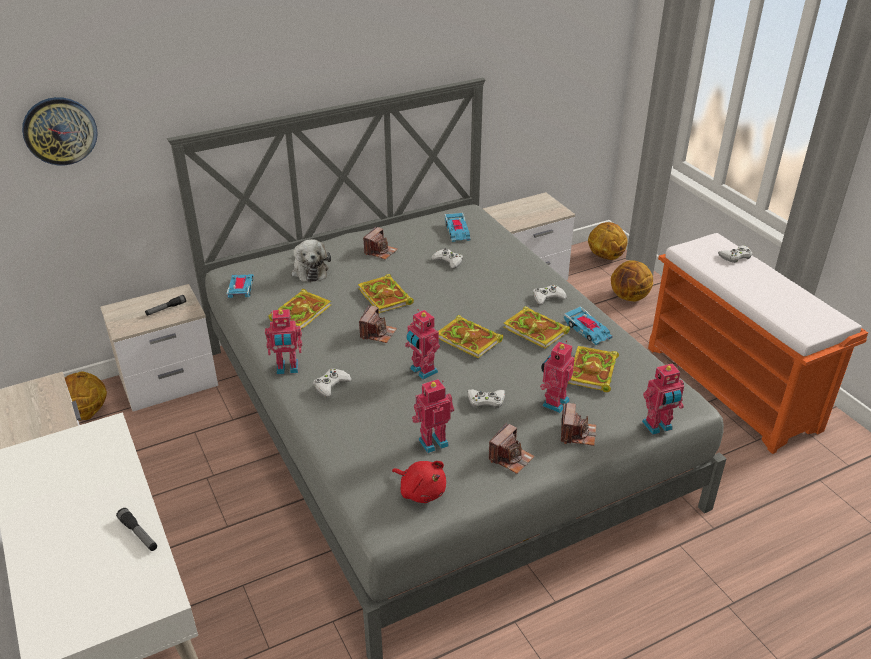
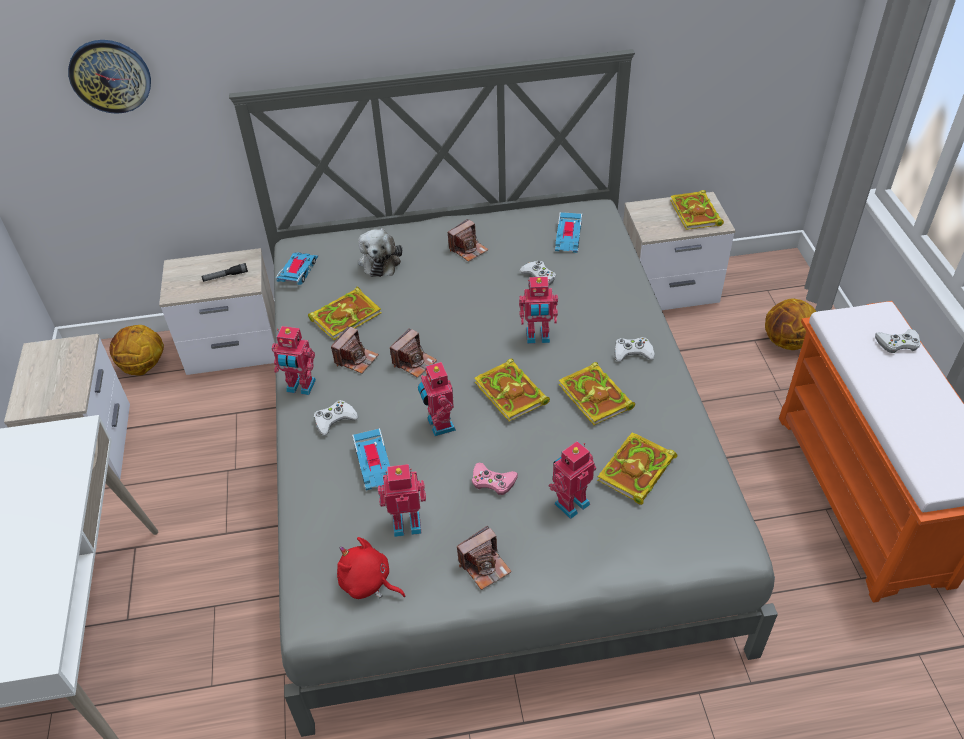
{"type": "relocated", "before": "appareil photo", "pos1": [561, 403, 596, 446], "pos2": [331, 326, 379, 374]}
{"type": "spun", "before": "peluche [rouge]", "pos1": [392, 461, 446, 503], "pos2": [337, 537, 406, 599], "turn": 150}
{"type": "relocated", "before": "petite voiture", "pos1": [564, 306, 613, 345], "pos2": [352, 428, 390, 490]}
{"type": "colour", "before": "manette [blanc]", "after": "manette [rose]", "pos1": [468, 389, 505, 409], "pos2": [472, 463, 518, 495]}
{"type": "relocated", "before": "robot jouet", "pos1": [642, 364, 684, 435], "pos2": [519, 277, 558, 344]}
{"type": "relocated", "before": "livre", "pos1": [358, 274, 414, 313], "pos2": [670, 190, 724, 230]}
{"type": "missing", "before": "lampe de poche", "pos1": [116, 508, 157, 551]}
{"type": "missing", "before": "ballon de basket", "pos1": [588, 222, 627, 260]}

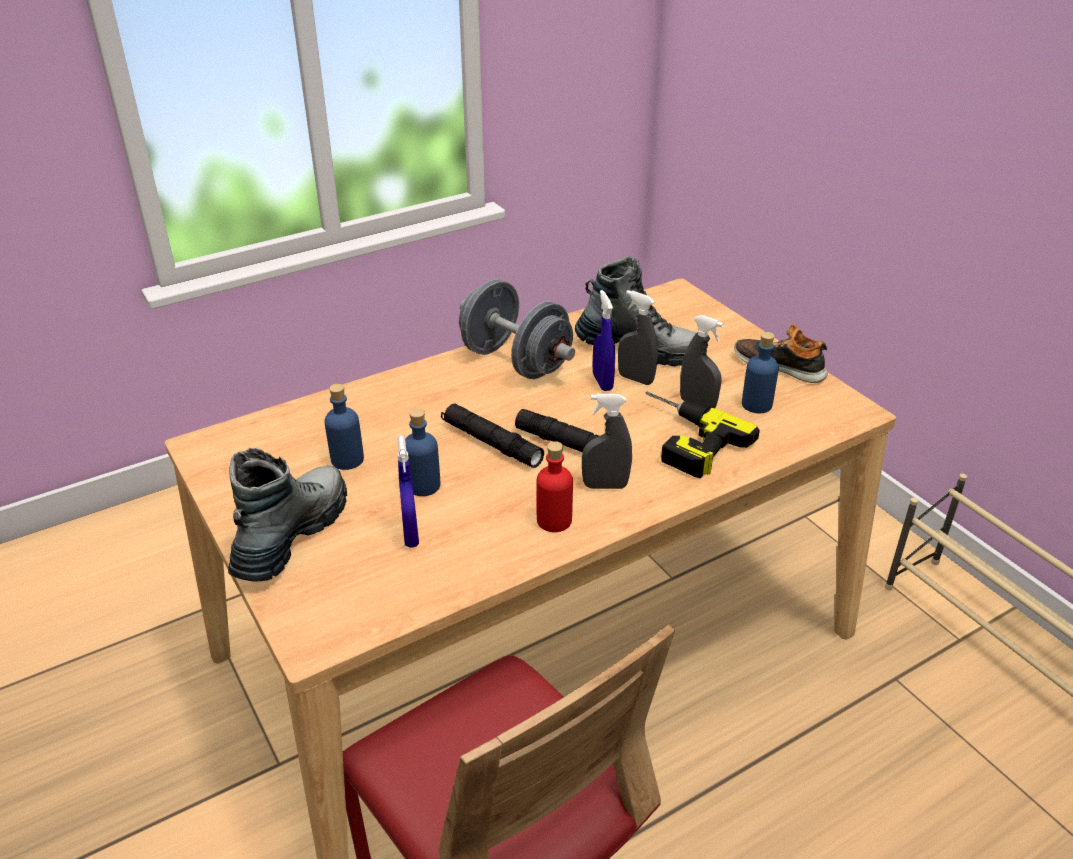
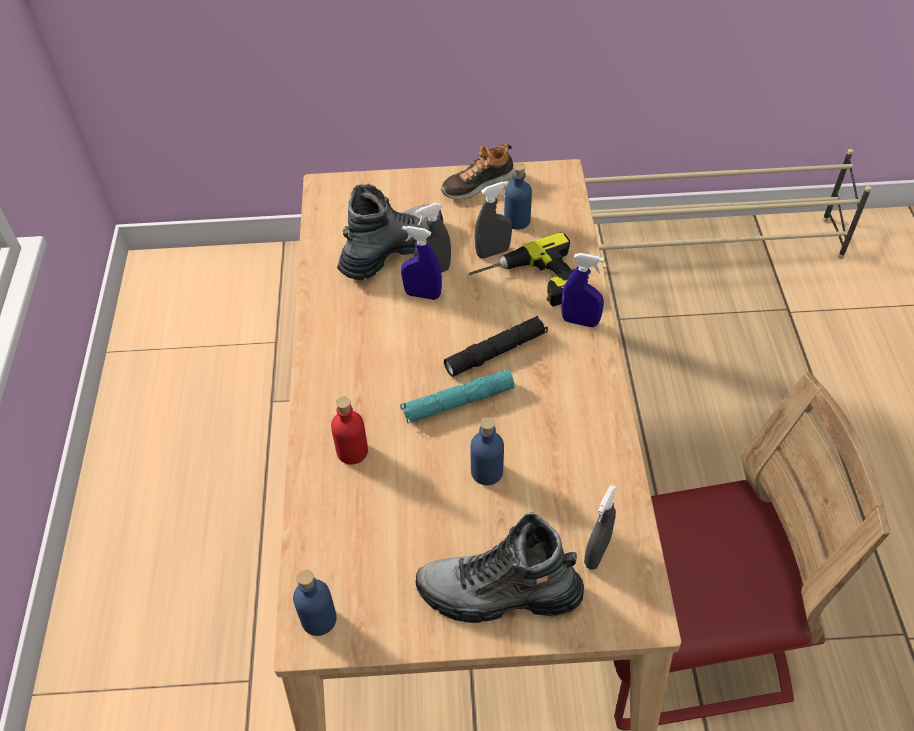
{"type": "relocated", "before": "bouteille [bleu]", "pos1": [325, 384, 364, 470], "pos2": [293, 570, 337, 636]}
{"type": "relocated", "before": "bouteille [rouge]", "pos1": [536, 441, 573, 532], "pos2": [331, 397, 368, 465]}
{"type": "colour", "before": "lampe de poche [noir]", "after": "lampe de poche [turquoise]", "pos1": [441, 403, 544, 468], "pos2": [400, 370, 515, 423]}
{"type": "spun", "before": "botte", "pos1": [228, 448, 347, 581], "pos2": [415, 512, 584, 623], "turn": -45}
{"type": "relocated", "before": "vaporisateur [bleu]", "pos1": [397, 436, 419, 547], "pos2": [561, 253, 605, 327]}
{"type": "relocated", "before": "vaporisateur [gris]", "pos1": [582, 394, 632, 489], "pos2": [584, 485, 617, 570]}
{"type": "missing", "before": "haltère [gris]", "pos1": [459, 279, 575, 379]}

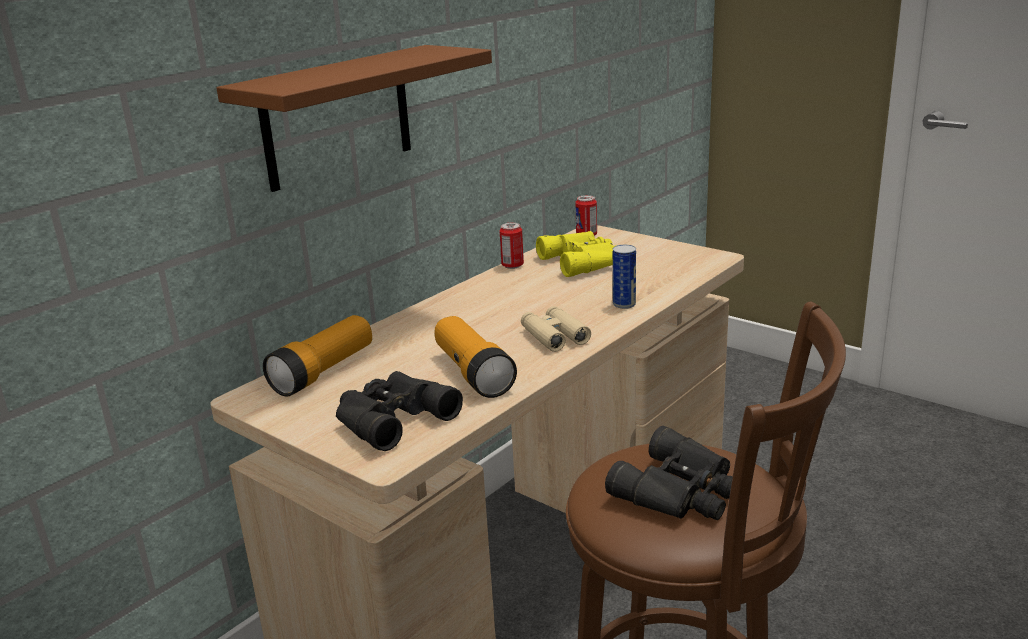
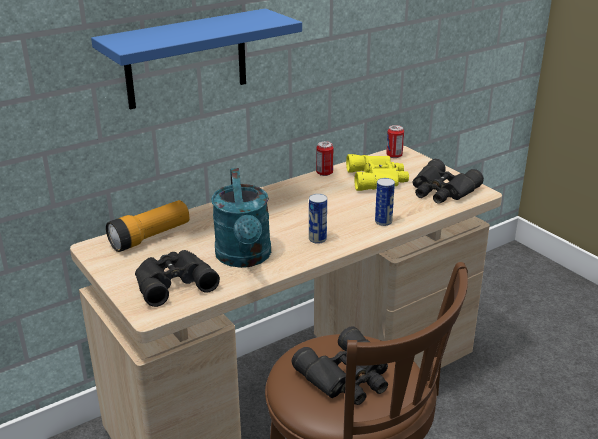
{"type": "colour", "before": "étagère [marron]", "after": "étagère [bleu]", "pos1": [217, 45, 492, 192], "pos2": [91, 8, 302, 109]}
{"type": "exchanged", "before": "lampe de poche", "after": "arrosoir [turquoise]", "pos1": [435, 316, 517, 398], "pos2": [211, 168, 271, 268]}
{"type": "exchanged", "before": "jumelles [beige]", "after": "boîte métallique", "pos1": [521, 306, 591, 352], "pos2": [309, 194, 327, 244]}
{"type": "appeared", "after": "jumelles [noir]", "pos2": [412, 159, 484, 204]}

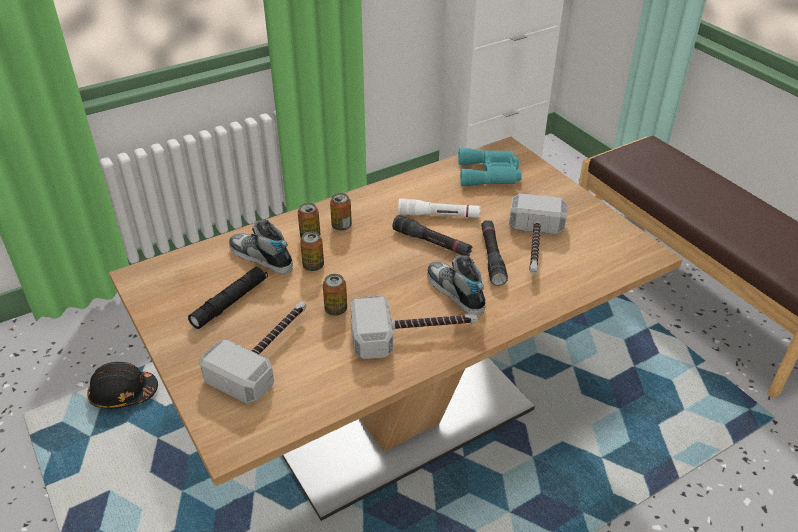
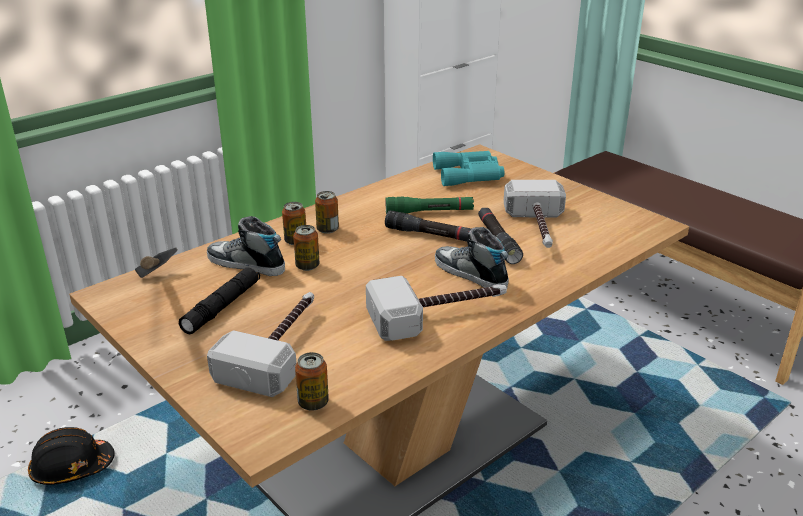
{"type": "appeared", "after": "marteau", "pos2": [135, 247, 178, 278]}
{"type": "relocated", "before": "boîte métallique", "pos1": [323, 274, 347, 316], "pos2": [295, 352, 329, 410]}
{"type": "colour", "before": "lampe de poche [blanc]", "after": "lampe de poche [vert]", "pos1": [398, 199, 481, 218], "pos2": [386, 197, 474, 214]}

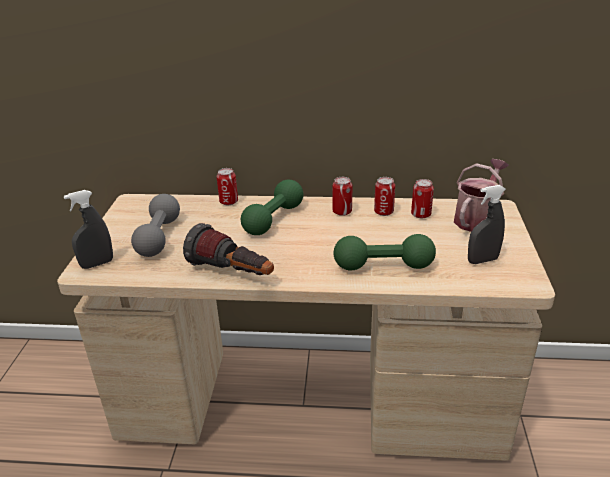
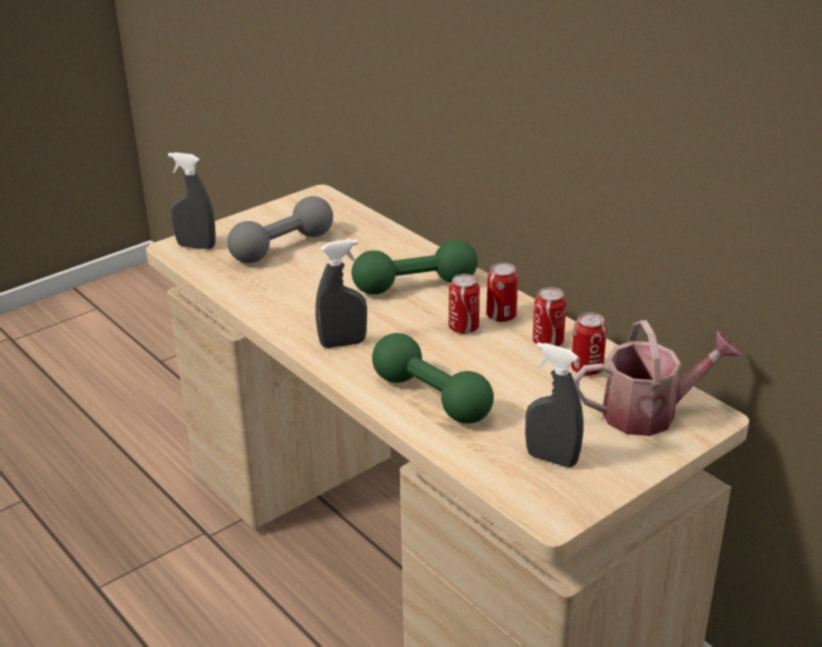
{"type": "appeared", "after": "vaporisateur [gris]", "pos2": [315, 239, 367, 348]}
{"type": "relocated", "before": "boîte métallique", "pos1": [217, 168, 238, 205], "pos2": [449, 274, 480, 334]}
{"type": "missing", "before": "lampe de poche", "pos1": [183, 223, 274, 275]}

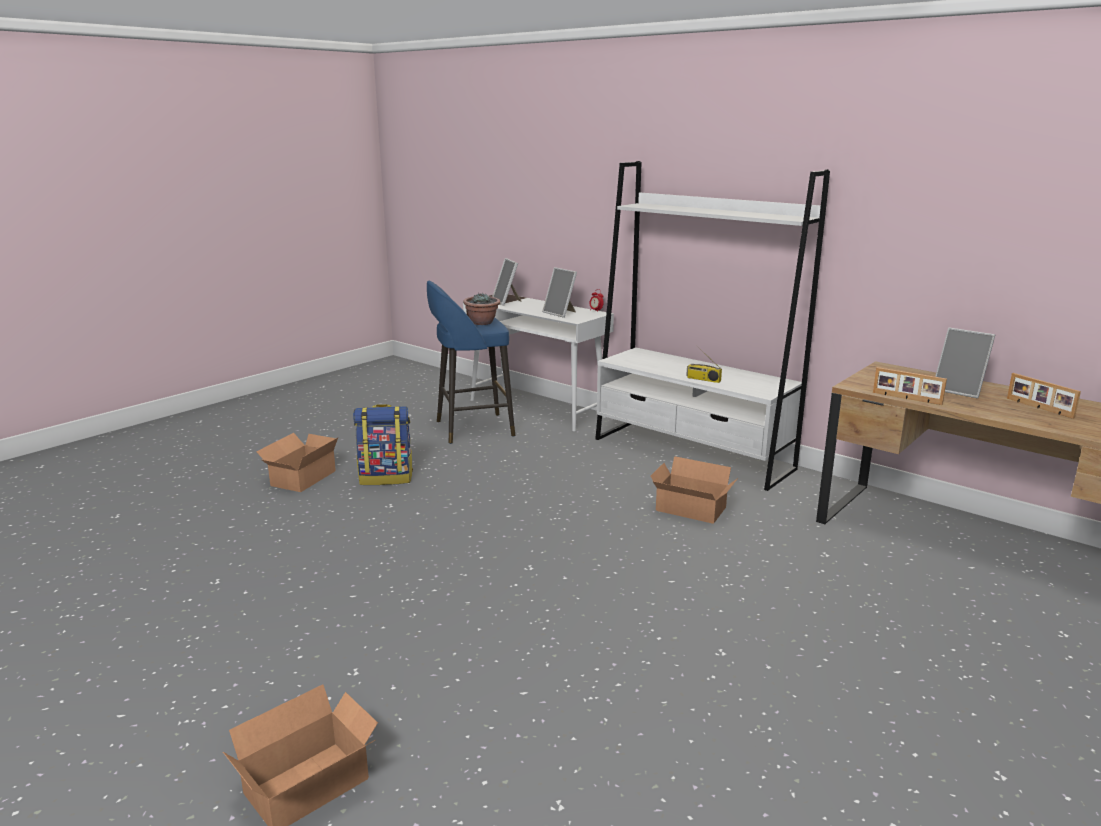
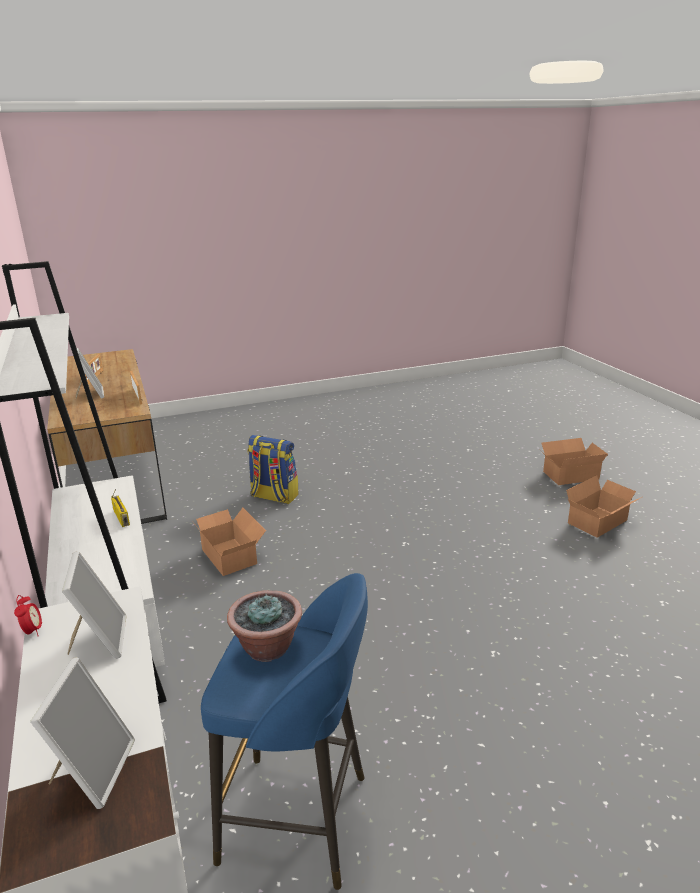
{"type": "relocated", "before": "sac à dos", "pos1": [353, 404, 413, 485], "pos2": [247, 435, 298, 504]}
{"type": "relocated", "before": "carton", "pos1": [256, 433, 338, 492], "pos2": [566, 475, 642, 538]}

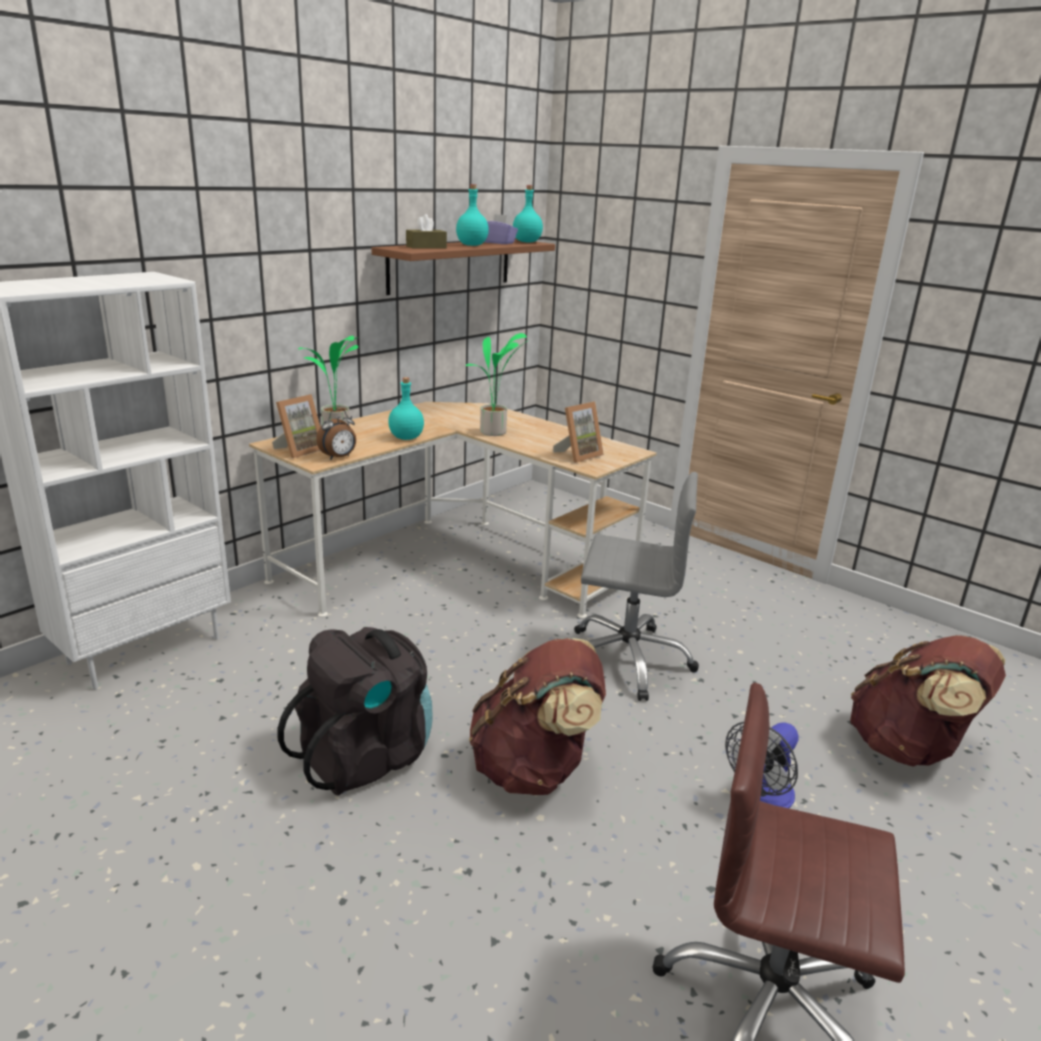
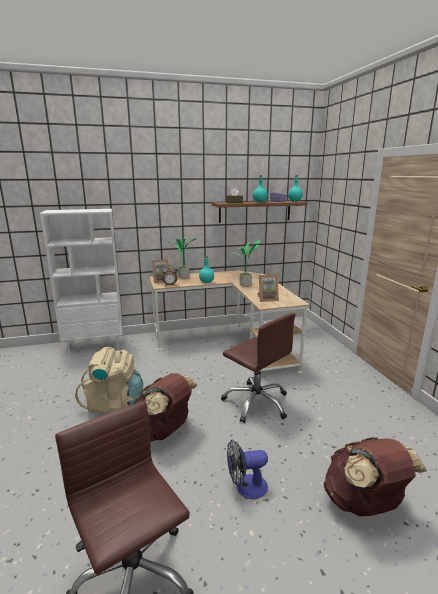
{"type": "colour", "before": "sac à dos [noir]", "after": "sac à dos [beige]", "pos1": [278, 627, 432, 795], "pos2": [75, 347, 143, 412]}
{"type": "colour", "before": "chaise de bureau [gris]", "after": "chaise de bureau [marron]", "pos1": [574, 472, 699, 701], "pos2": [221, 313, 295, 423]}

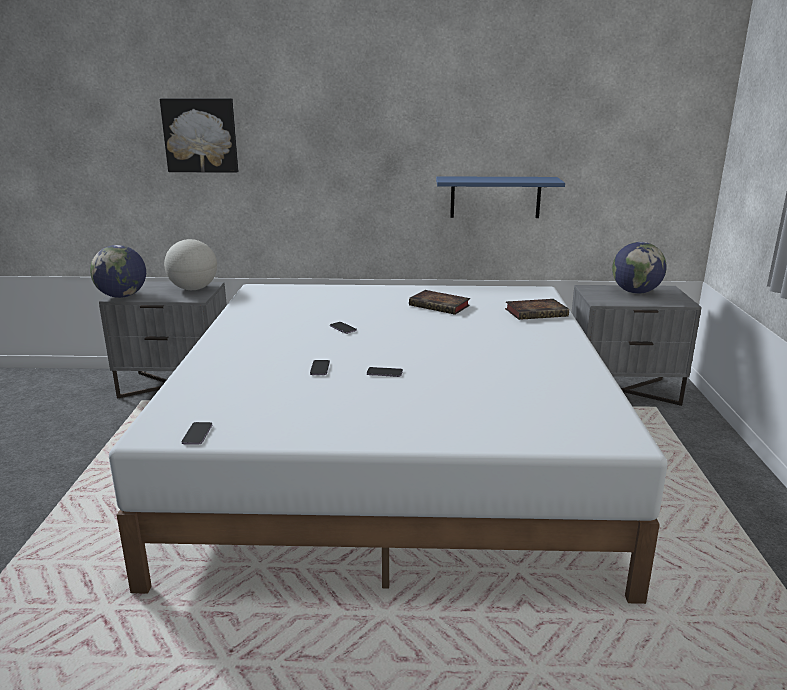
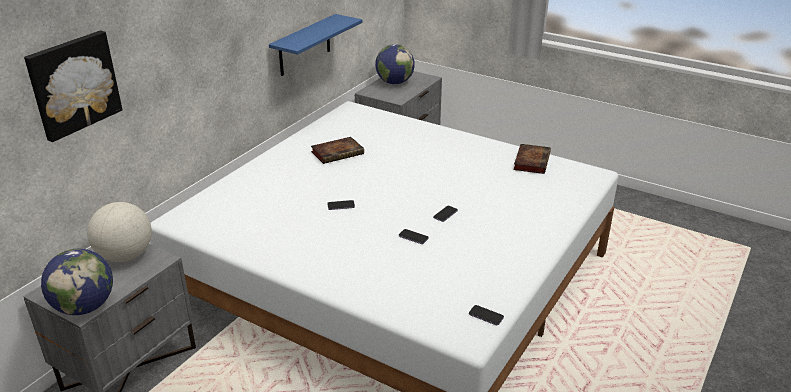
{"type": "relocated", "before": "livre", "pos1": [505, 299, 569, 320], "pos2": [513, 144, 551, 174]}

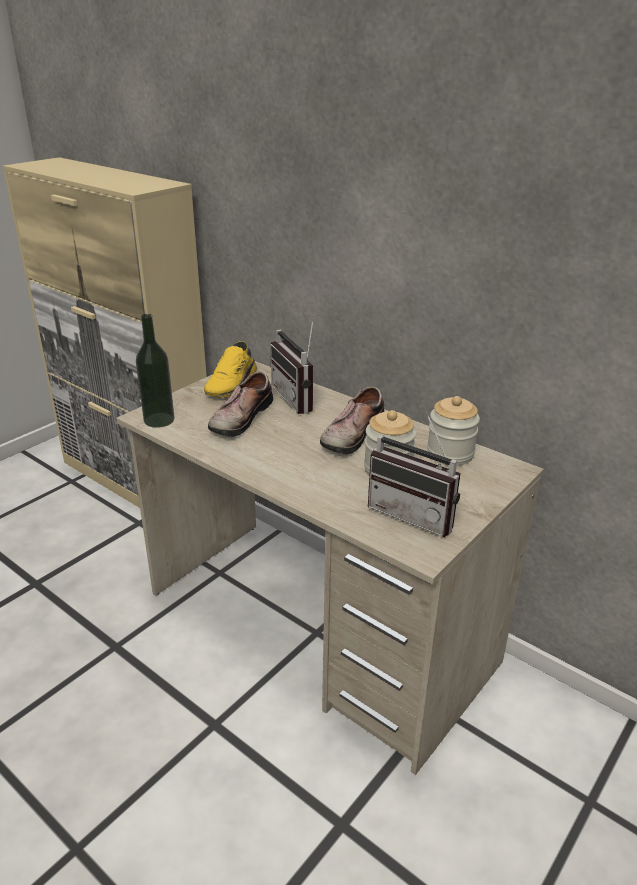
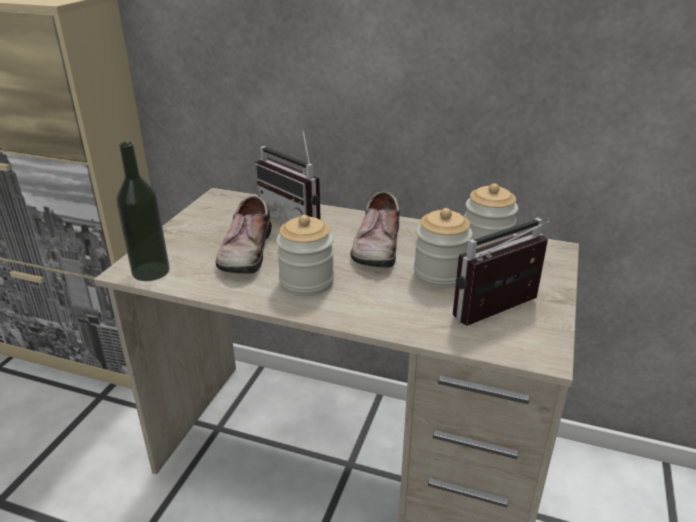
{"type": "appeared", "after": "bocal", "pos2": [276, 215, 334, 296]}
{"type": "spun", "before": "radio", "pos1": [368, 411, 461, 537], "pos2": [453, 218, 550, 326], "turn": 135}
{"type": "missing", "before": "chaussure [jaune]", "pos1": [204, 341, 257, 398]}

